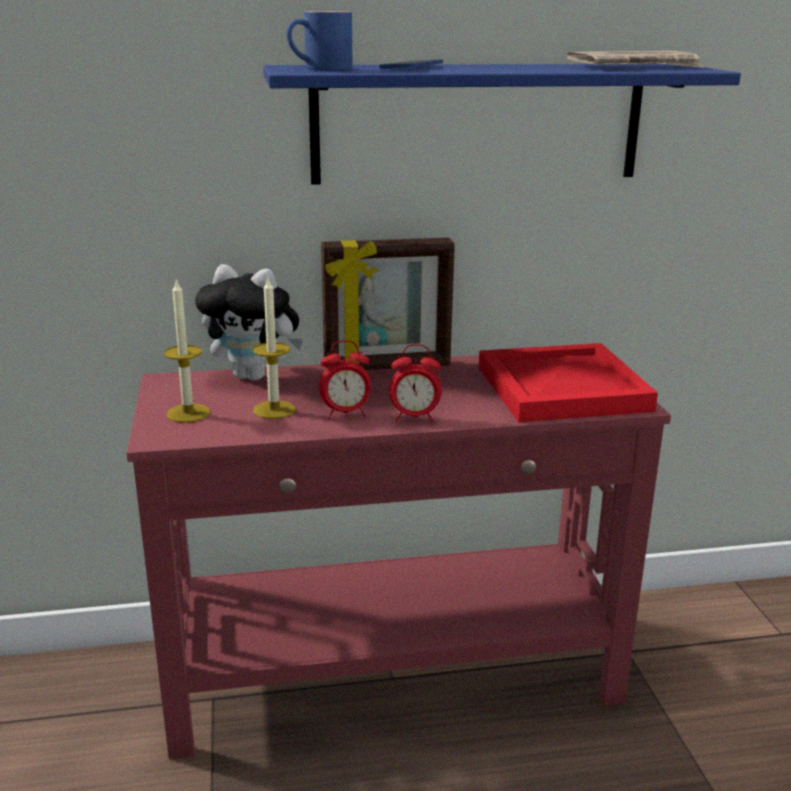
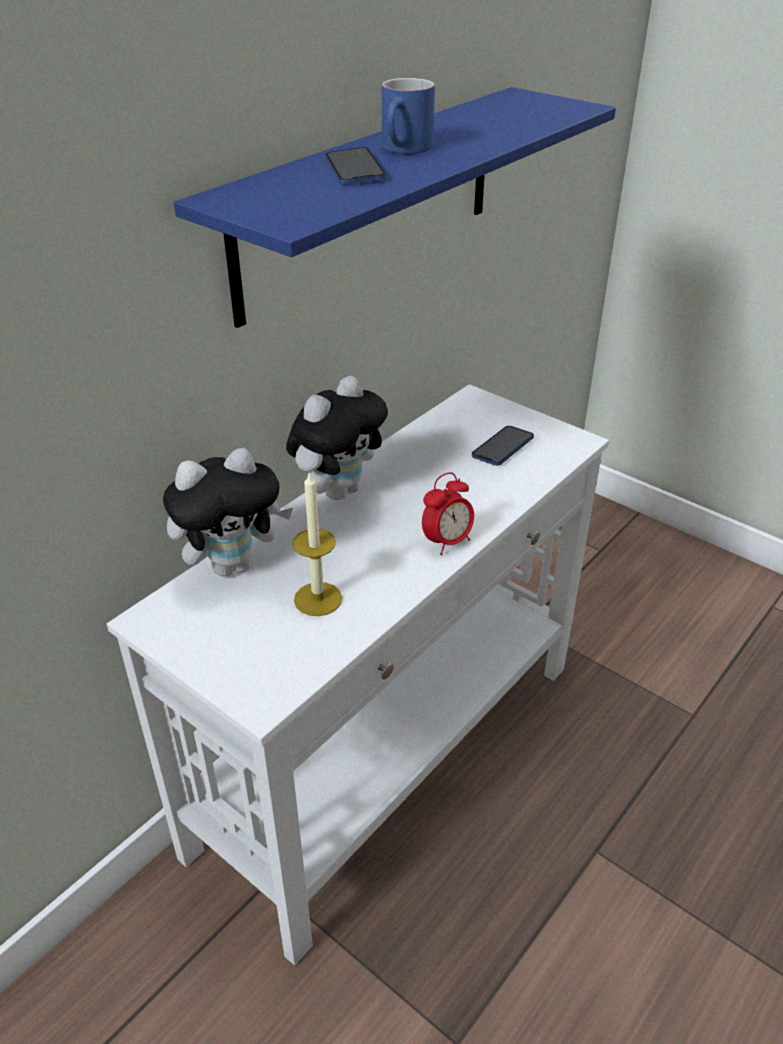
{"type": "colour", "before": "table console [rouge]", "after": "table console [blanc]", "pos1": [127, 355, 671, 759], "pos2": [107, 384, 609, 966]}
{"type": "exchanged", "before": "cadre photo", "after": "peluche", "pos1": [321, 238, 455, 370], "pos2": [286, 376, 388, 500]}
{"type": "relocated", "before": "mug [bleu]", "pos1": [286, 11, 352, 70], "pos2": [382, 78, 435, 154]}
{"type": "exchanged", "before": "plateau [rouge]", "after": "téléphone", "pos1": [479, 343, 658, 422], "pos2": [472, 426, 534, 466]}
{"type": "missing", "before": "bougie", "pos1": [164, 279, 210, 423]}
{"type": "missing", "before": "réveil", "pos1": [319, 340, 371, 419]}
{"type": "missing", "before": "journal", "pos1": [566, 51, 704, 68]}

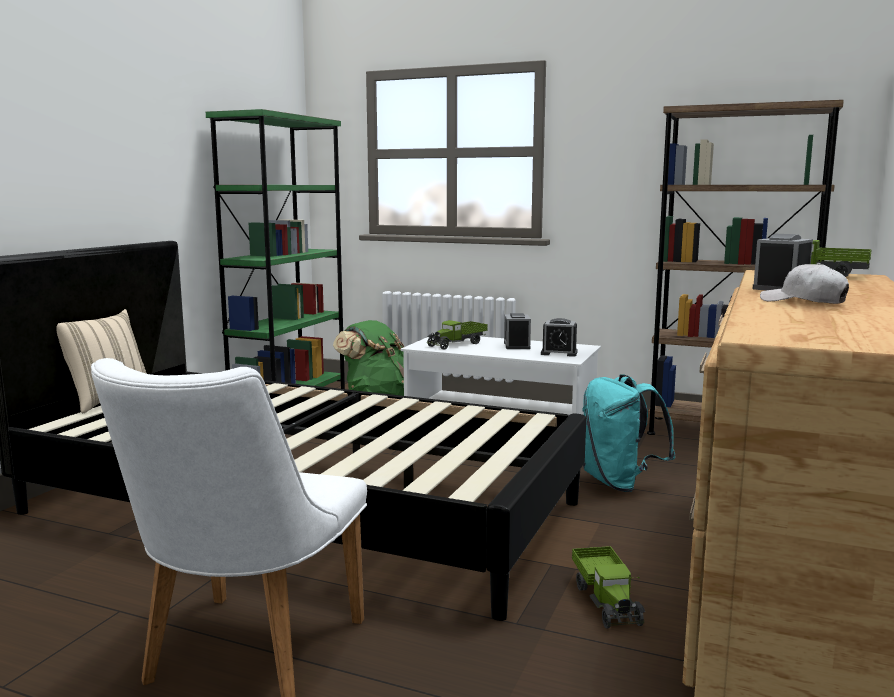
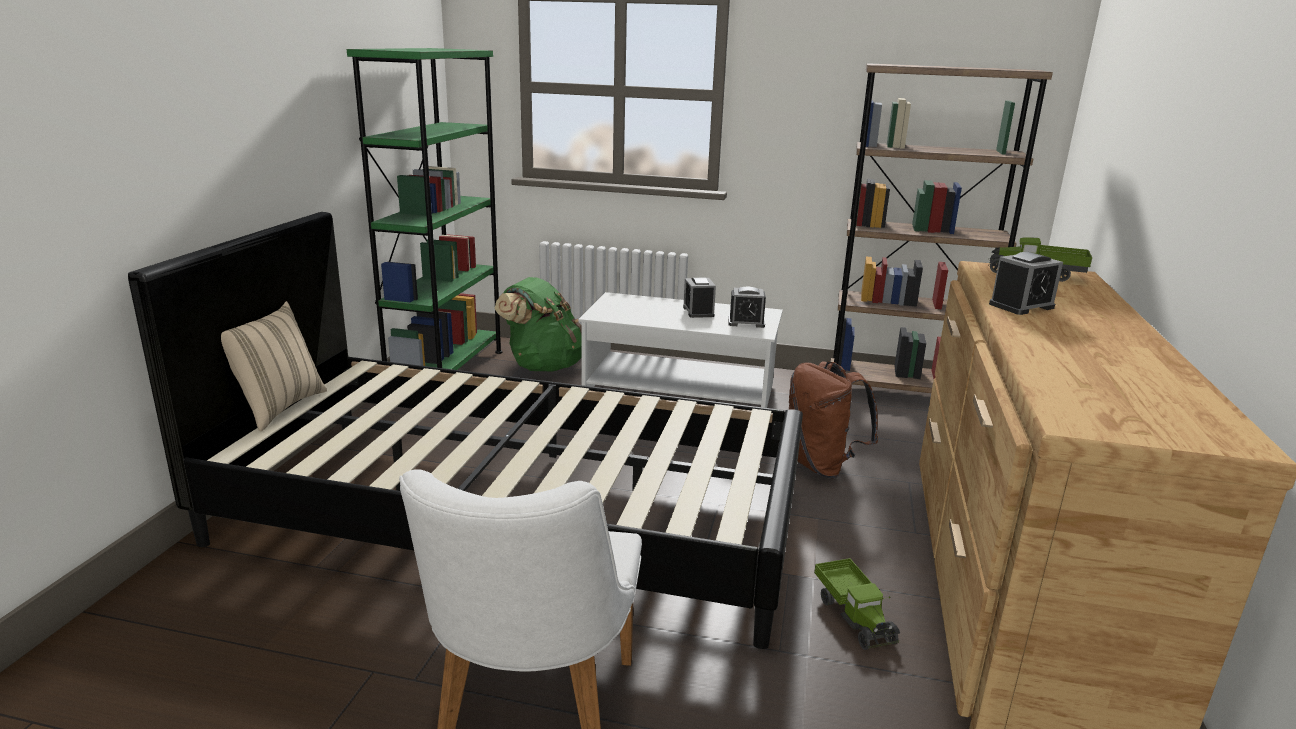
{"type": "colour", "before": "sac à dos [turquoise]", "after": "sac à dos [marron]", "pos1": [582, 374, 676, 492], "pos2": [789, 361, 878, 479]}
{"type": "spun", "before": "réveil", "pos1": [753, 234, 813, 291], "pos2": [989, 252, 1063, 315], "turn": -150}
{"type": "missing", "before": "camion jouet", "pos1": [427, 320, 488, 350]}
{"type": "missing", "before": "casquette [blanc]", "pos1": [760, 263, 849, 304]}

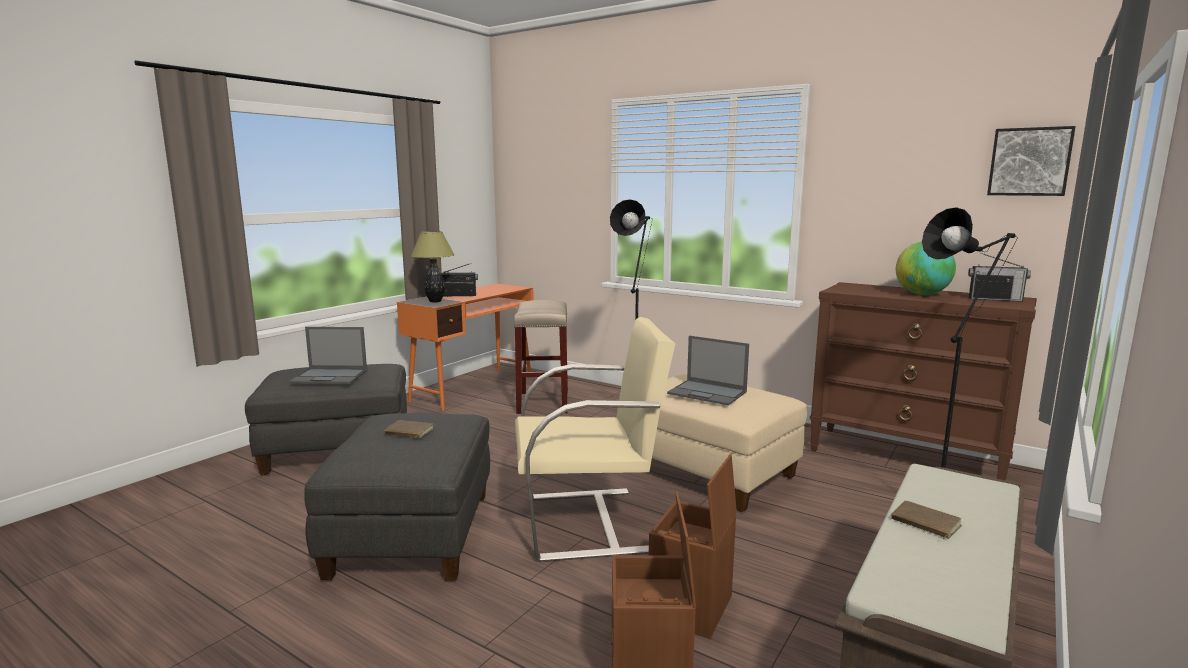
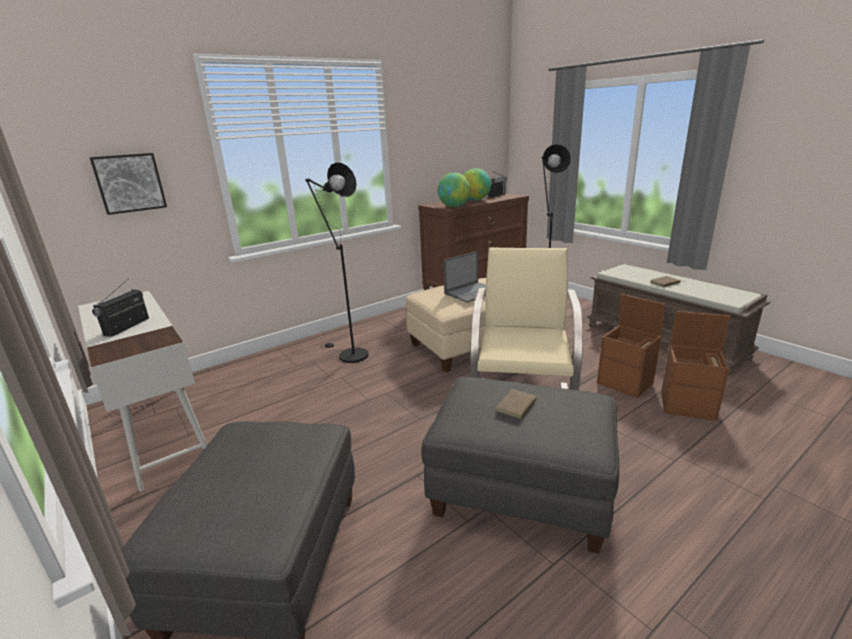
{"type": "colour", "before": "bureau [orange]", "after": "bureau [blanc]", "pos1": [397, 284, 534, 411], "pos2": [78, 291, 207, 491]}
{"type": "relocated", "before": "tableau", "pos1": [987, 126, 1076, 196], "pos2": [90, 153, 167, 215]}
{"type": "appeared", "after": "globe", "pos2": [437, 173, 471, 207]}
{"type": "missing", "before": "ordinateur portable", "pos1": [289, 327, 367, 384]}
{"type": "missing", "before": "lampe de table", "pos1": [411, 231, 454, 303]}
{"type": "missing", "before": "tabouret [beige]", "pos1": [513, 300, 568, 414]}

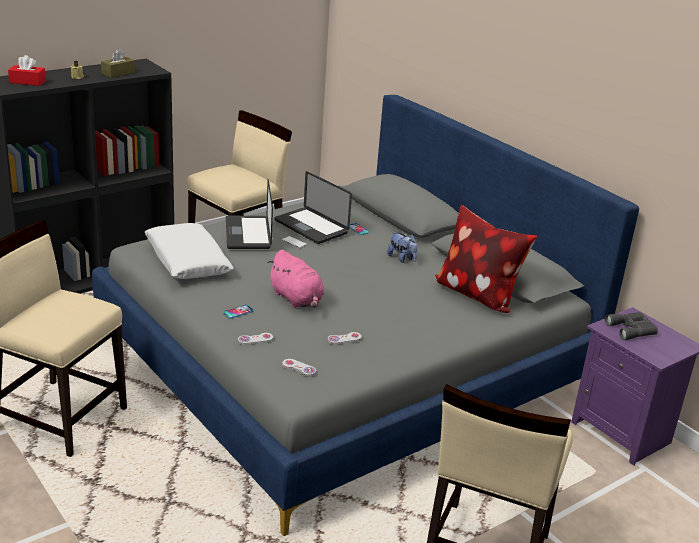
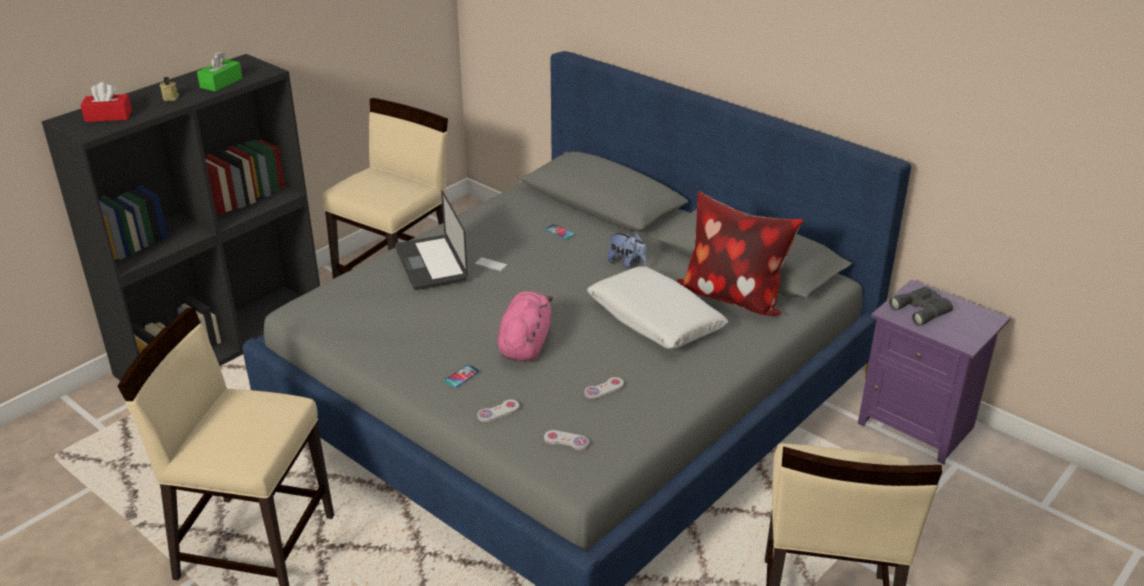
{"type": "colour", "before": "boîte à mouchoirs [marron]", "after": "boîte à mouchoirs [vert]", "pos1": [101, 48, 135, 78], "pos2": [197, 51, 242, 92]}
{"type": "spun", "before": "peluche [rose]", "pos1": [267, 250, 324, 308], "pos2": [497, 291, 553, 362], "turn": -120}
{"type": "relocated", "before": "coussin [blanc]", "pos1": [144, 223, 234, 279], "pos2": [587, 266, 728, 349]}
{"type": "missing", "before": "ordinateur portable", "pos1": [274, 171, 352, 244]}

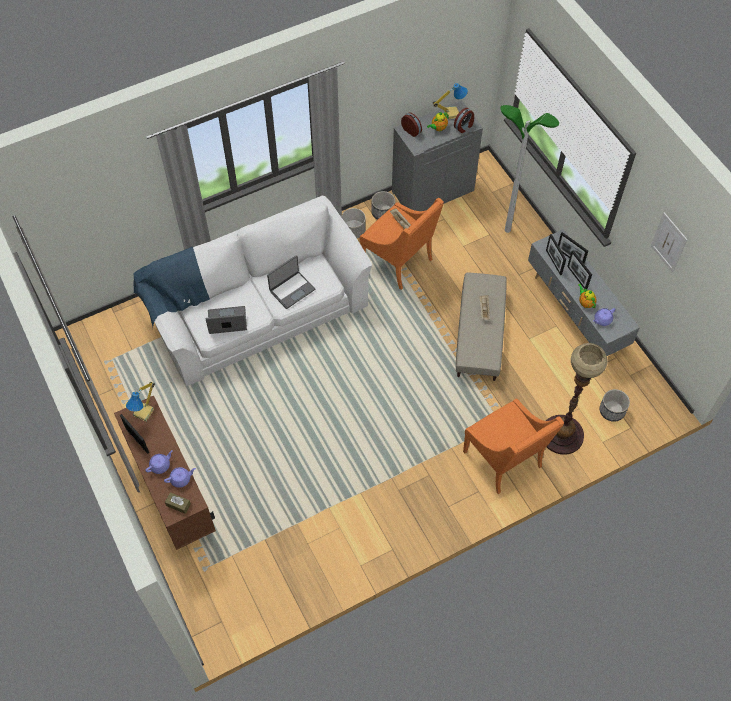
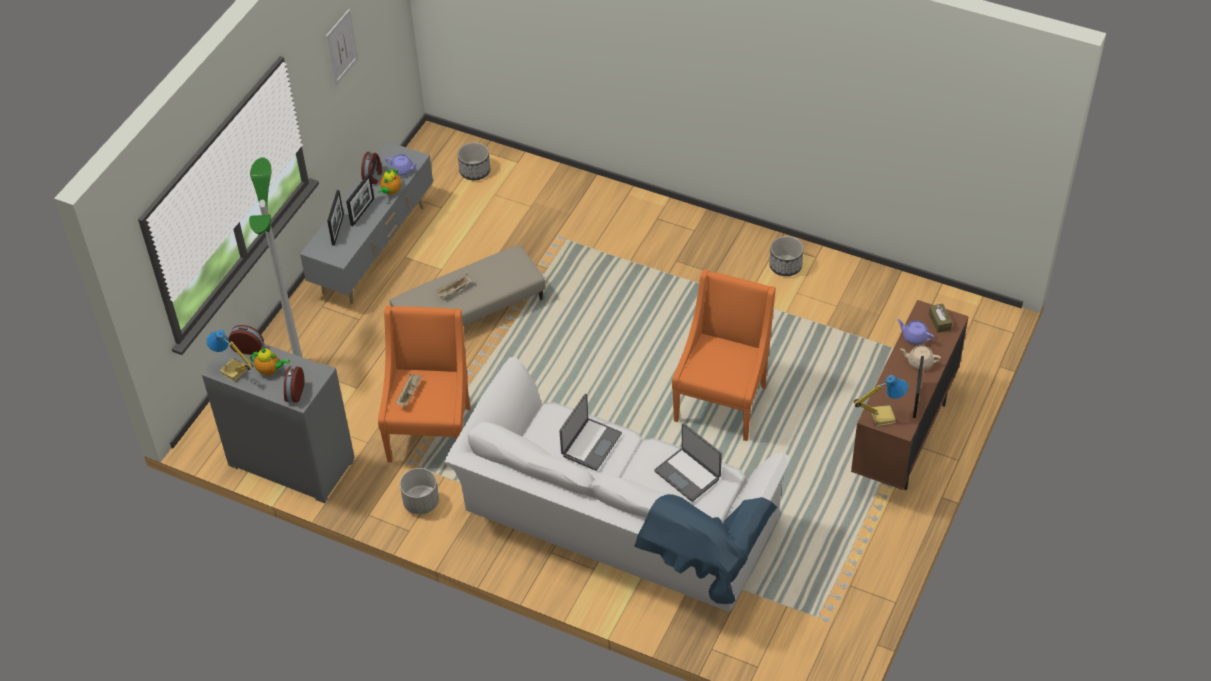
{"type": "appeared", "after": "réveil", "pos2": [361, 152, 382, 184]}
{"type": "spun", "before": "ordinateur portable", "pos1": [267, 255, 315, 309], "pos2": [559, 394, 622, 471], "turn": 105}
{"type": "relocated", "before": "fauteuil [orange]", "pos1": [463, 399, 564, 494], "pos2": [672, 269, 776, 441]}
{"type": "relocated", "before": "cache-pot", "pos1": [371, 191, 395, 219], "pos2": [769, 236, 804, 276]}
{"type": "colour", "before": "théière [violet]", "after": "théière [beige]", "pos1": [145, 450, 173, 474], "pos2": [900, 345, 941, 370]}
{"type": "missing", "before": "cadre photo", "pos1": [546, 234, 566, 275]}
{"type": "missing", "before": "lampadaire", "pos1": [546, 343, 608, 455]}

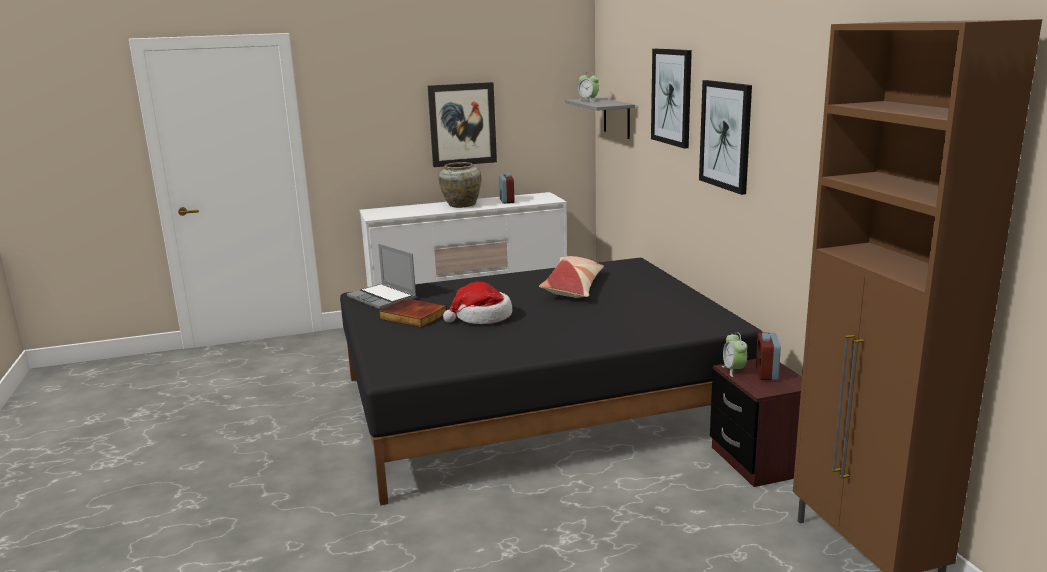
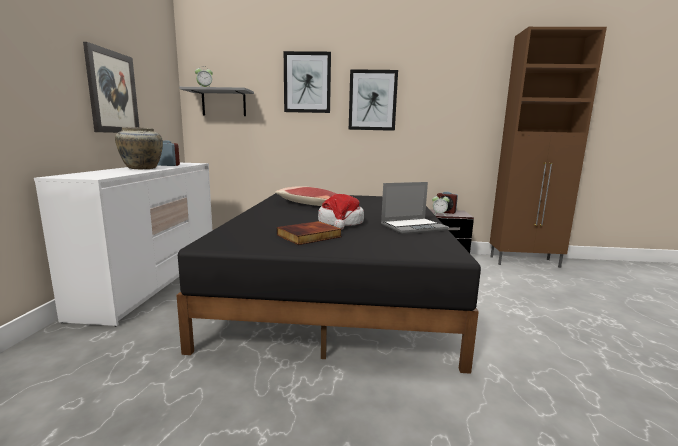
{"type": "relocated", "before": "ordinateur portable", "pos1": [347, 244, 417, 310], "pos2": [381, 182, 449, 234]}

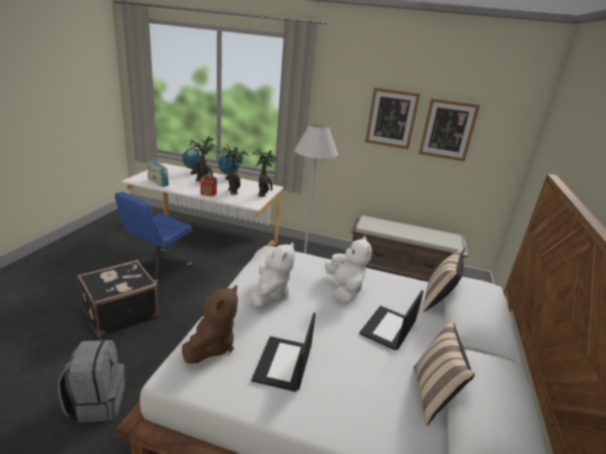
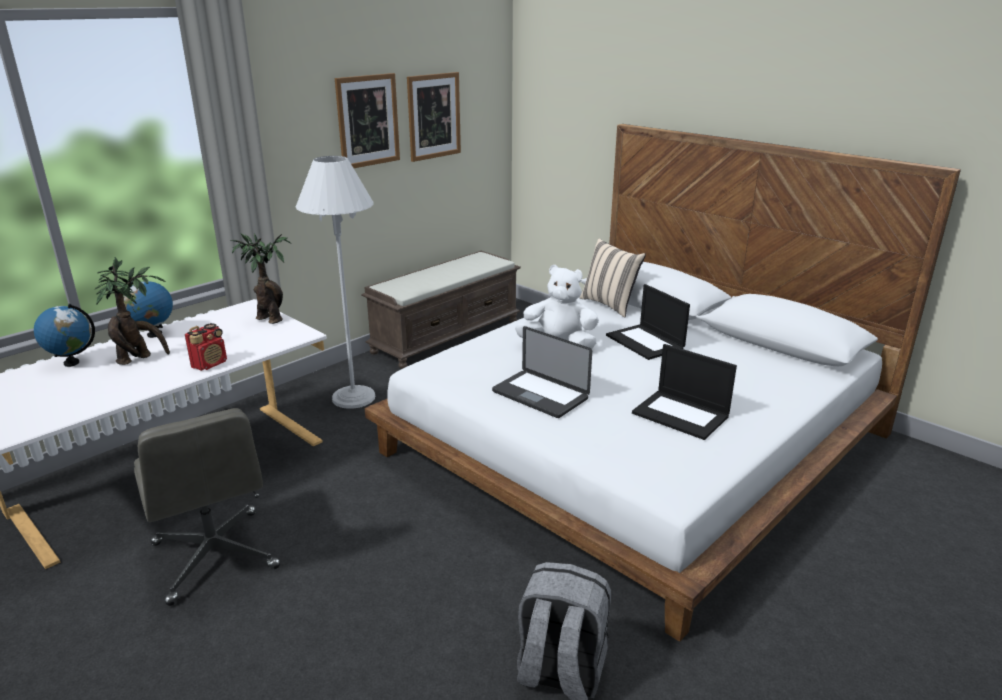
{"type": "colour", "before": "chaise de bureau [bleu]", "after": "chaise de bureau [gris]", "pos1": [115, 192, 193, 285], "pos2": [134, 408, 280, 606]}
{"type": "exchanged", "before": "peluche [blanc]", "after": "ordinateur portable", "pos1": [250, 242, 295, 308], "pos2": [492, 326, 592, 418]}
{"type": "missing", "before": "valise [noir]", "pos1": [77, 260, 158, 338]}
{"type": "missing", "before": "radio", "pos1": [147, 159, 169, 187]}
{"type": "missing", "before": "peluche [marron]", "pos1": [182, 285, 238, 364]}
{"type": "missing", "before": "plante en pot", "pos1": [219, 145, 250, 194]}
{"type": "missing", "before": "coussin [beige]", "pos1": [413, 321, 475, 425]}

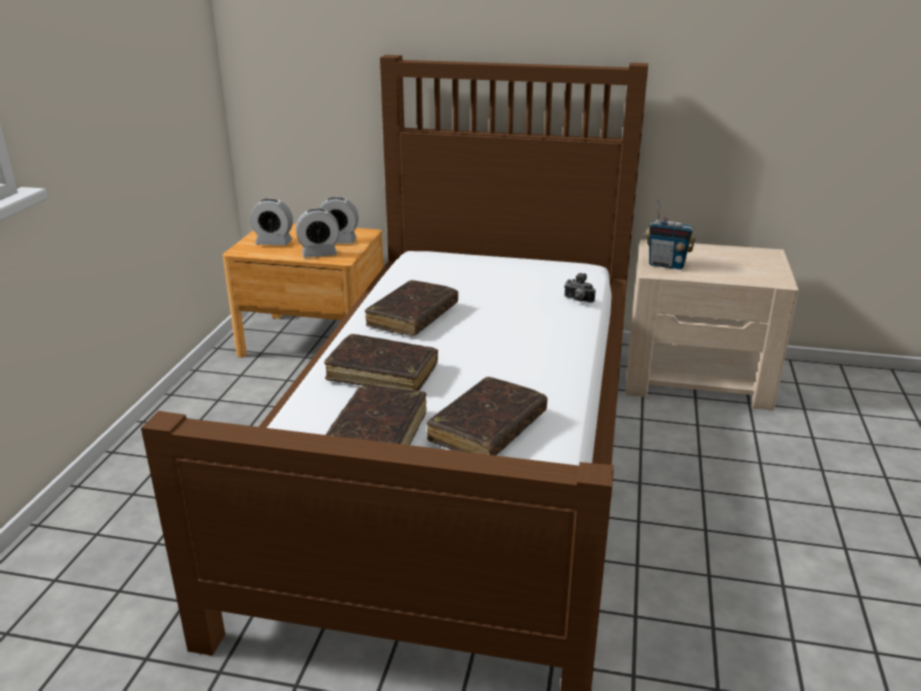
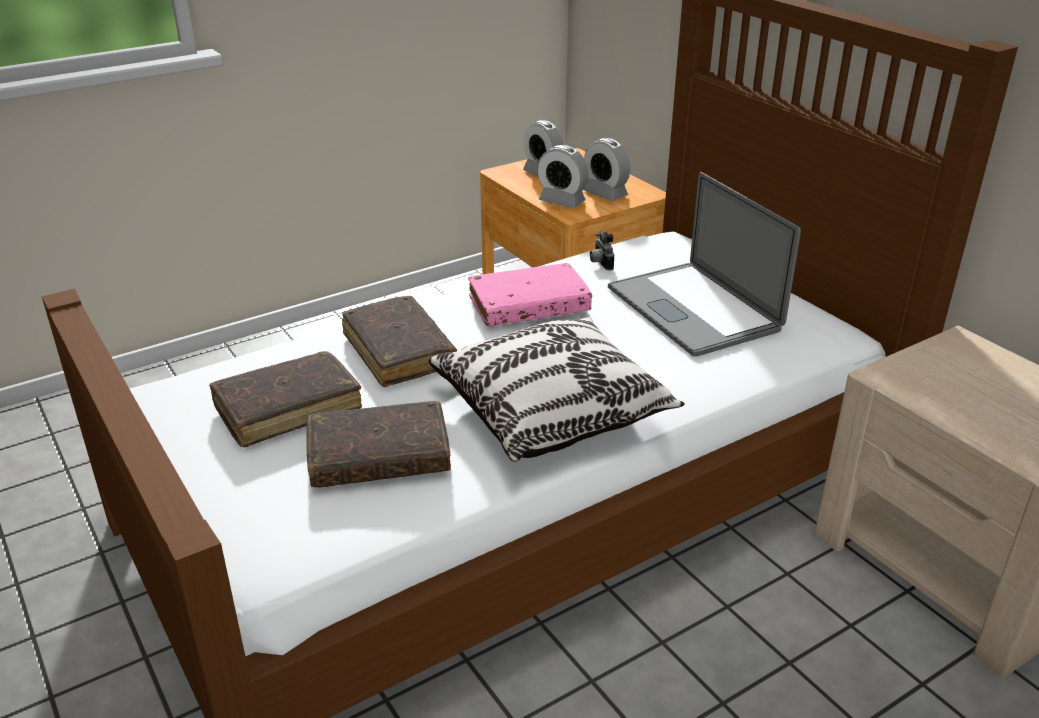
{"type": "appeared", "after": "coussin", "pos2": [429, 317, 685, 462]}
{"type": "colour", "before": "livre [marron]", "after": "livre [rose]", "pos1": [365, 280, 458, 336], "pos2": [468, 263, 592, 326]}
{"type": "relocated", "before": "appareil photo", "pos1": [564, 273, 596, 303], "pos2": [590, 231, 614, 271]}
{"type": "appeared", "after": "ordinateur portable", "pos2": [608, 172, 801, 357]}
{"type": "missing", "before": "radio", "pos1": [645, 199, 696, 269]}

